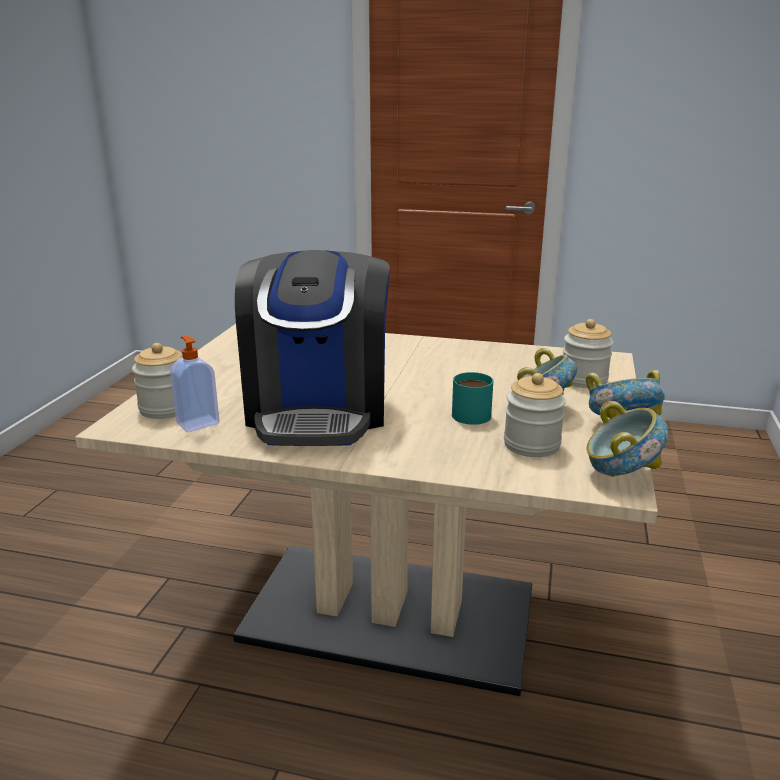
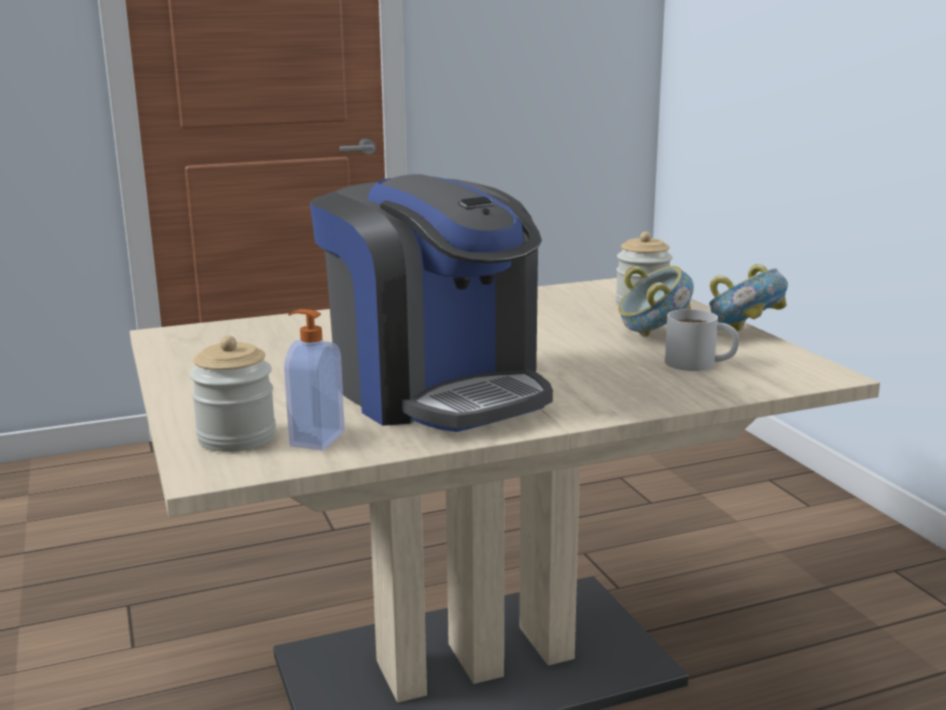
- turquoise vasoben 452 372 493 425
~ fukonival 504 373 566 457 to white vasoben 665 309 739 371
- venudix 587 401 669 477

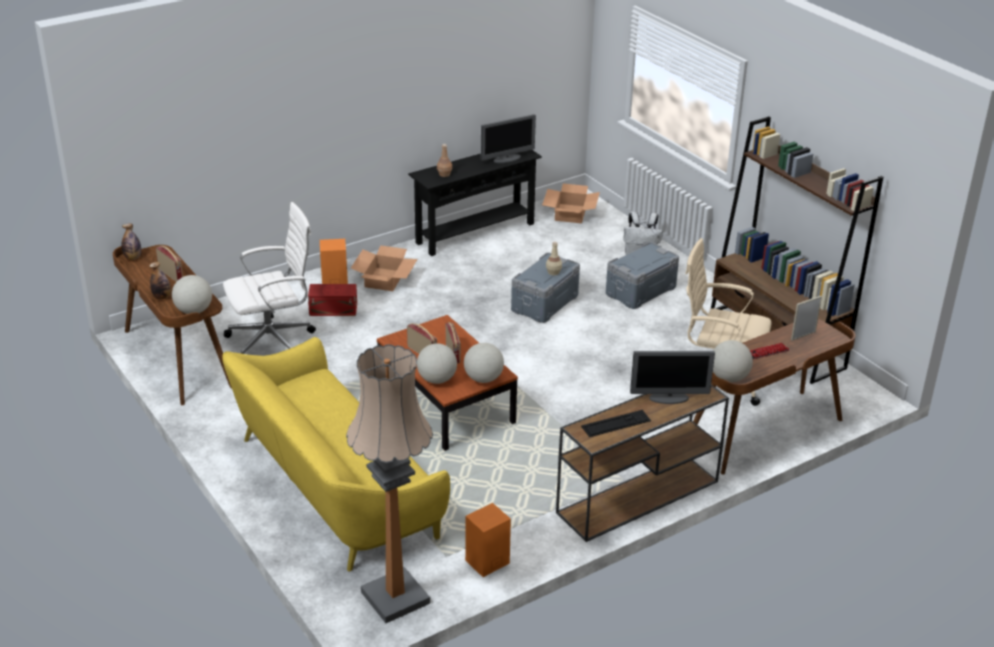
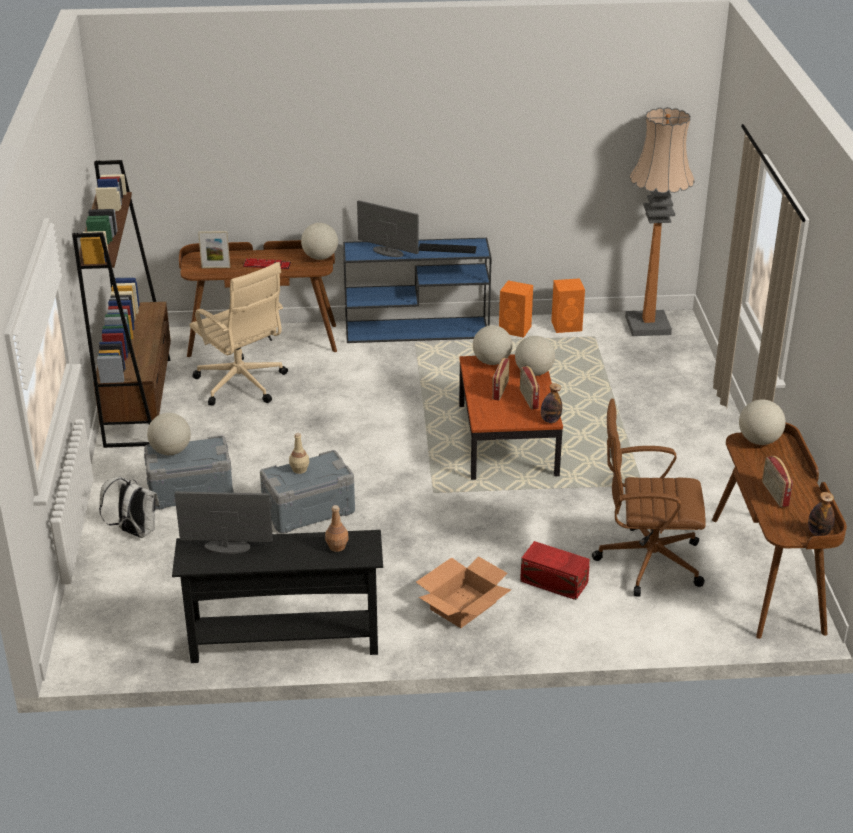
~ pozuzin 149 262 171 300 to 541 383 562 423
- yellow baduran 222 337 450 572
~ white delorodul 223 202 316 354 to brown delorodul 592 399 706 597
~ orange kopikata 320 239 348 284 to 499 280 533 338
- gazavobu 542 183 600 223
~ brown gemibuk 556 385 729 542 to blue gemibuk 343 238 492 343
+ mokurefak 147 413 191 455

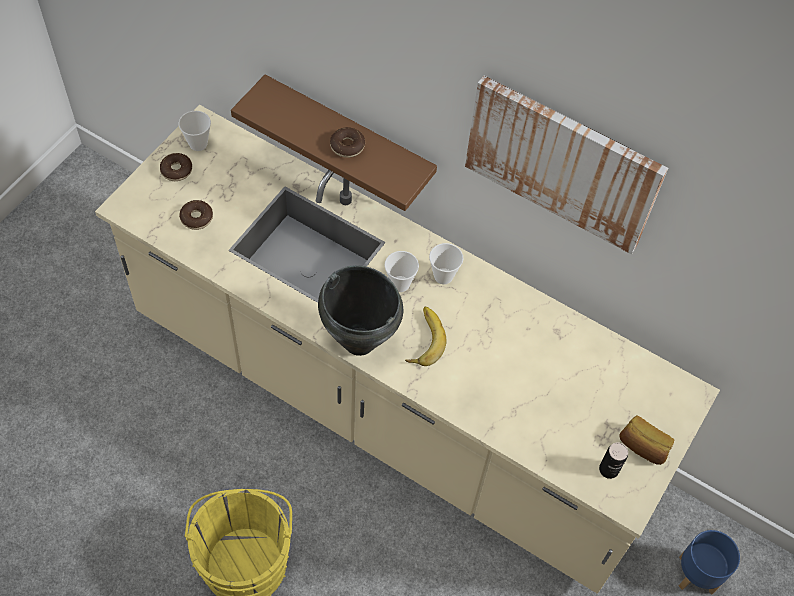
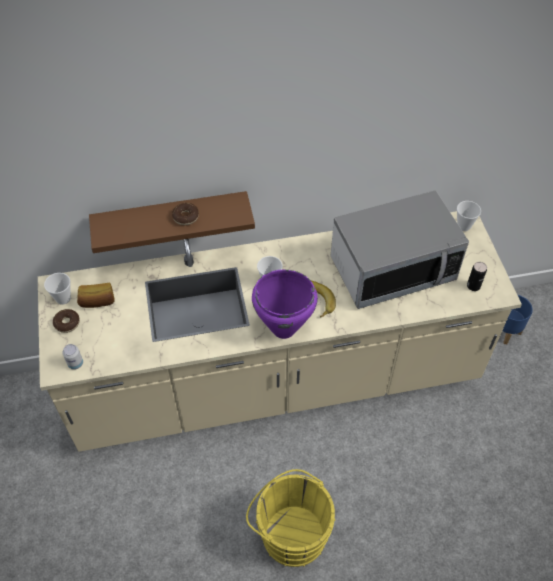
- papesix 179 200 213 230
~ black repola 318 265 403 356 to purple repola 252 270 318 339
~ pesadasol 429 243 463 284 to 457 201 481 231
- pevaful 465 76 668 254
~ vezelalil 619 415 674 465 to 77 283 115 308
+ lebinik 63 344 83 370
+ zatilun 331 190 469 309

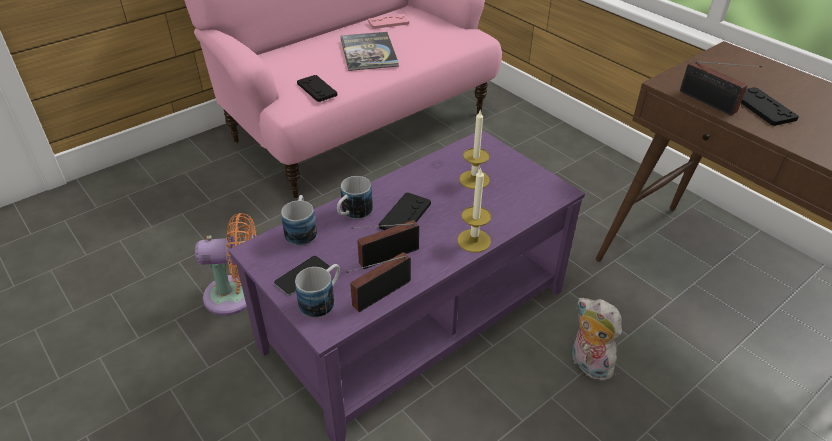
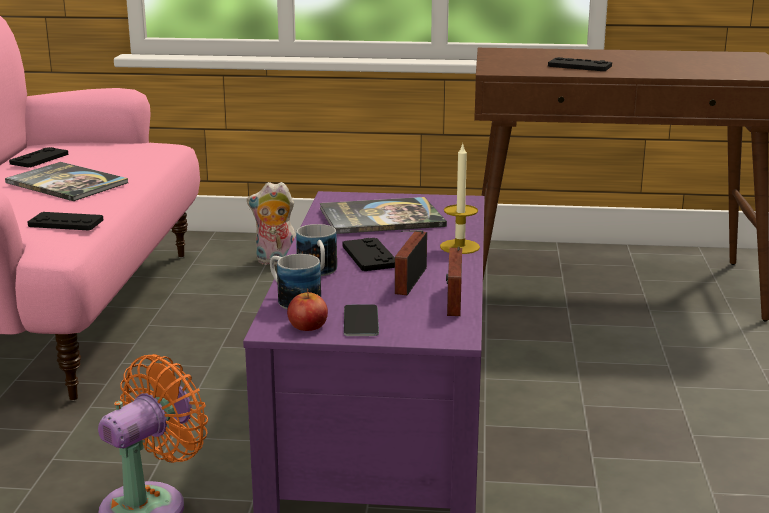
- vasoben 295 264 340 318
~ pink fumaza 368 14 409 29 to black fumaza 9 147 68 168
~ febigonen 459 110 490 189 to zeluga 320 197 447 234
~ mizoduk 572 298 622 381 to 247 182 296 266
- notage 680 61 762 115
+ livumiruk 287 289 328 331

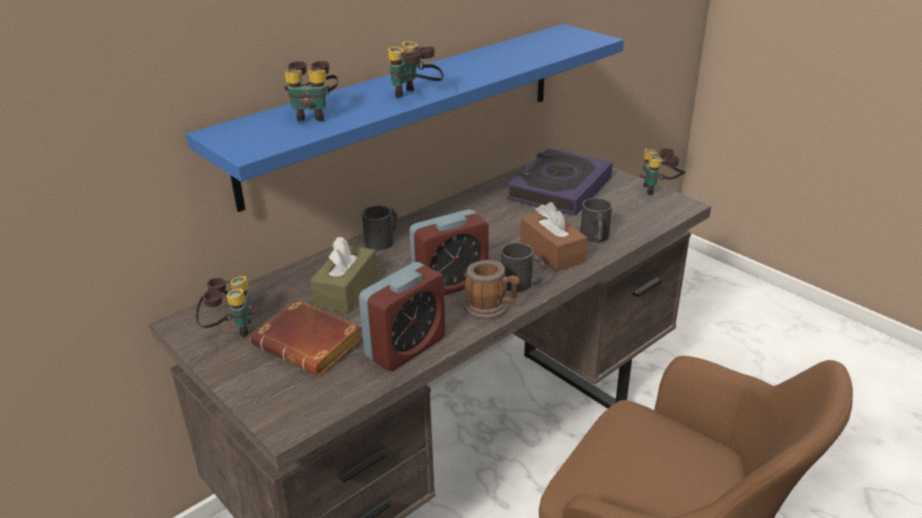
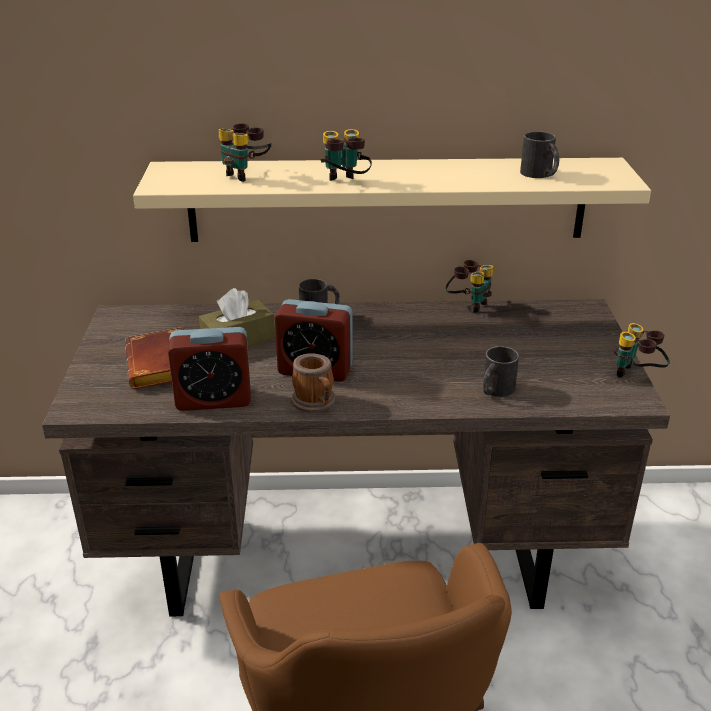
~ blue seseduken 186 24 624 212 to beige seseduken 133 158 651 242
~ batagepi 196 276 257 337 to 445 260 493 313
~ black vasoben 501 242 546 292 to 520 131 559 178
- zeluga 506 149 613 216
- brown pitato 520 202 587 272

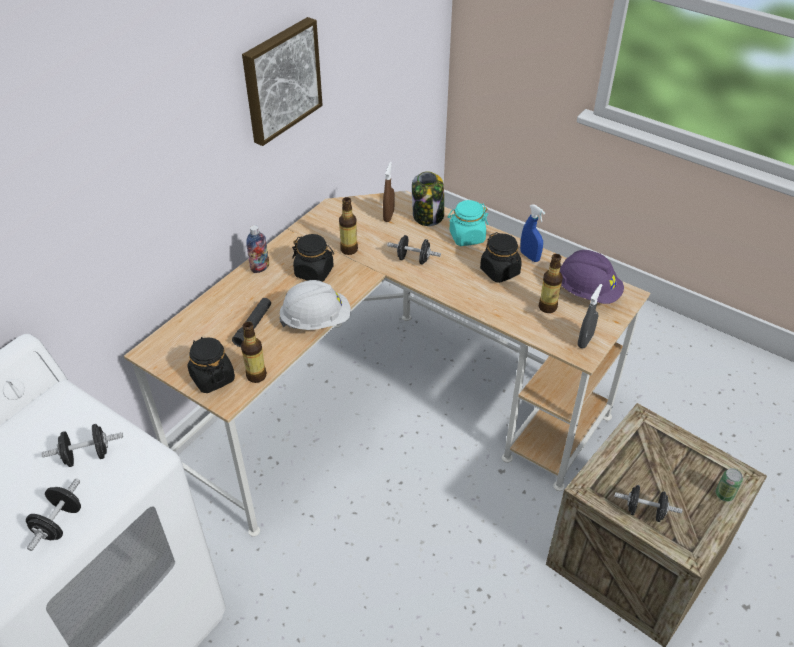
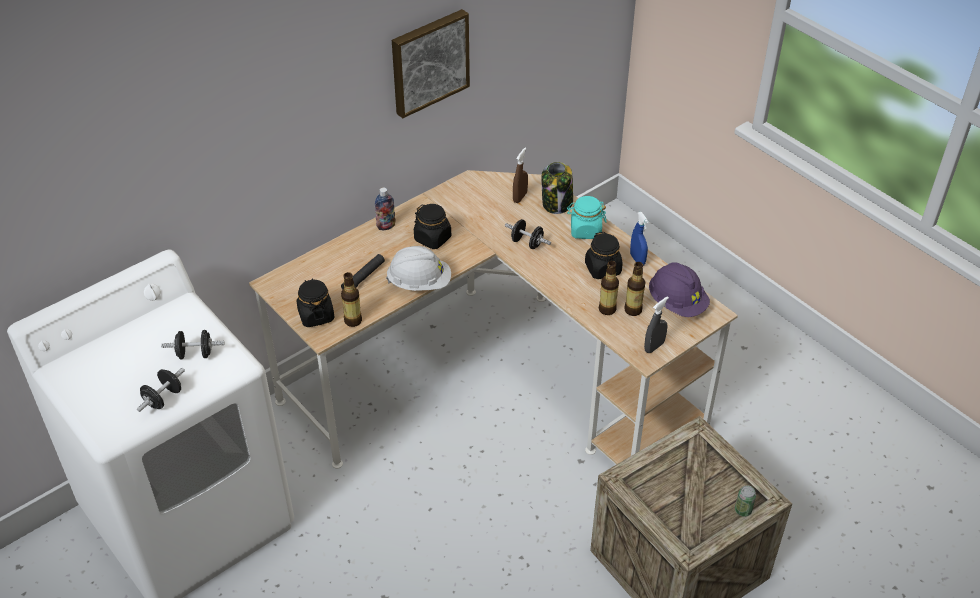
~ pozuzin 339 197 358 255 to 599 261 619 315
- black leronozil 614 485 683 522

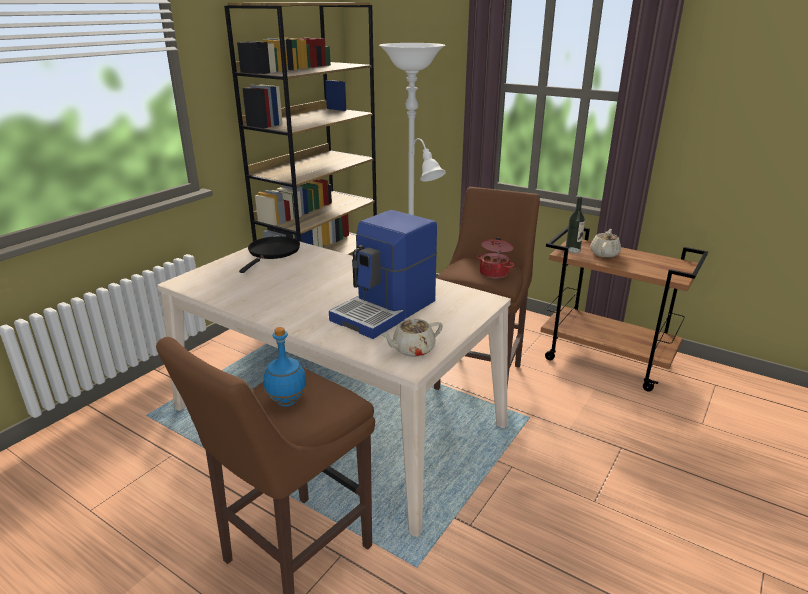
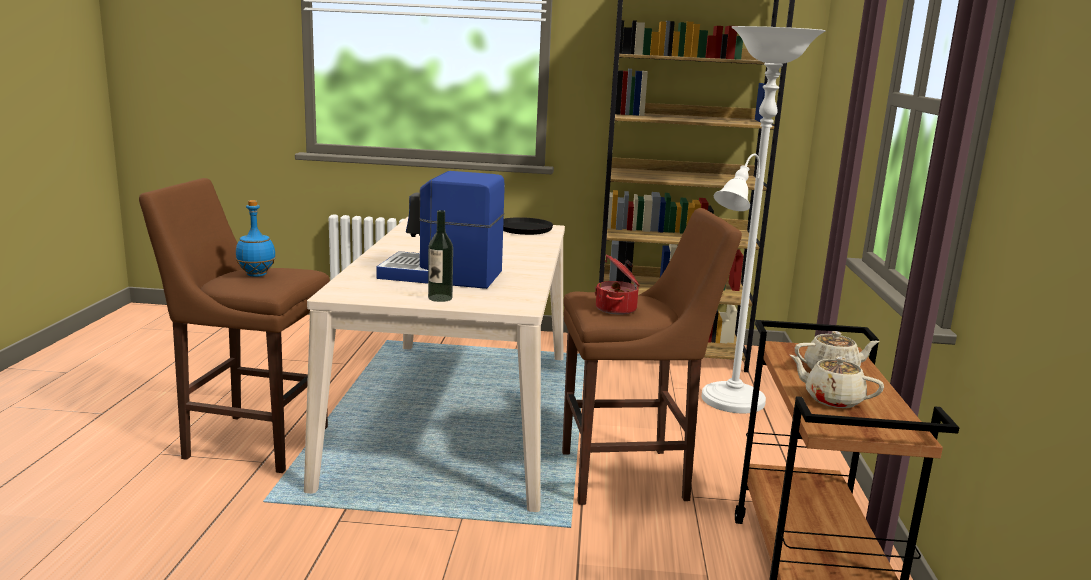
~ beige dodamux 380 318 443 357 to 790 355 884 408
~ pozuzin 566 197 585 253 to 428 210 453 302

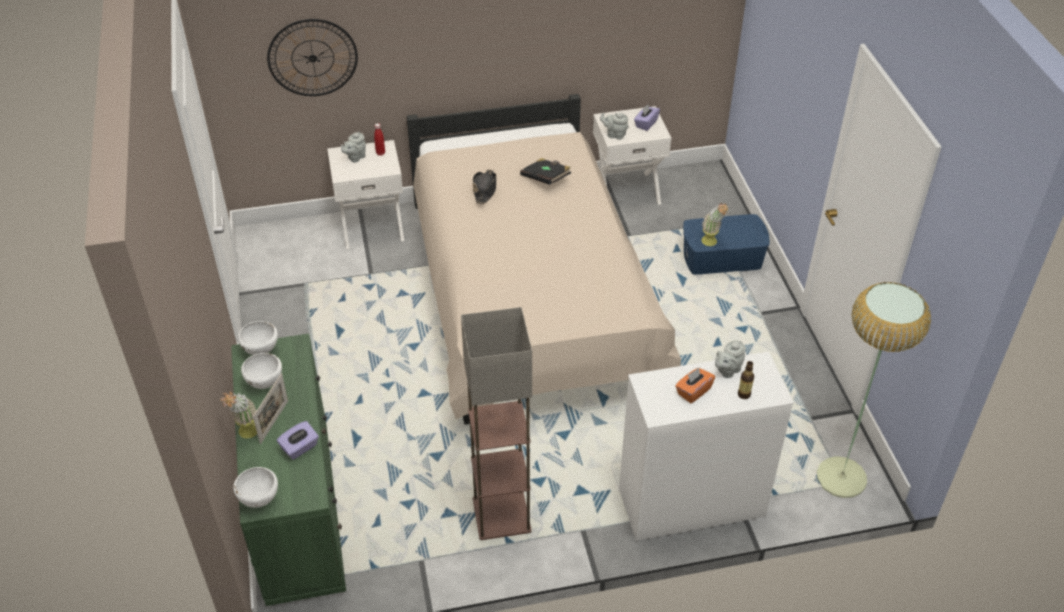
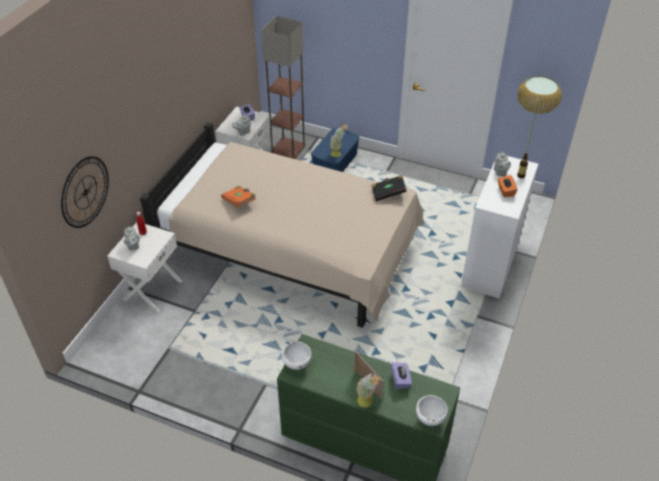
- white venudix 241 353 282 389
~ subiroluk 461 307 532 540 to 262 16 306 159
~ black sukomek 473 169 496 204 to orange zeluga 221 186 256 207
~ black zeluga 520 158 571 185 to 371 175 407 201

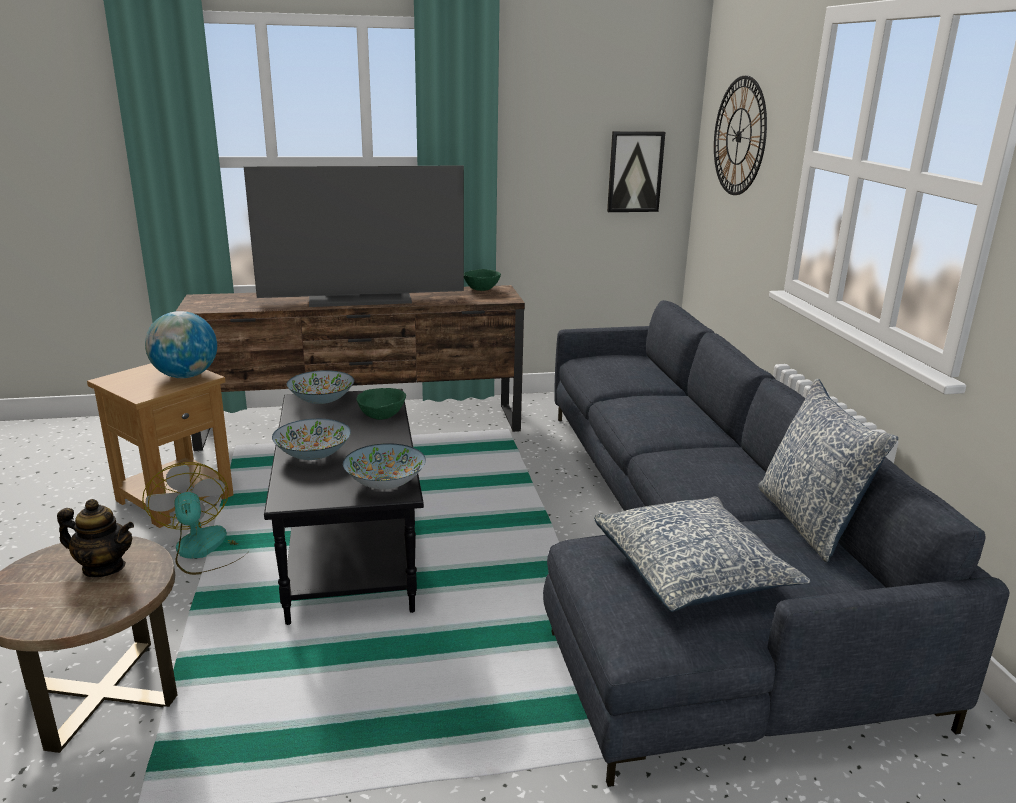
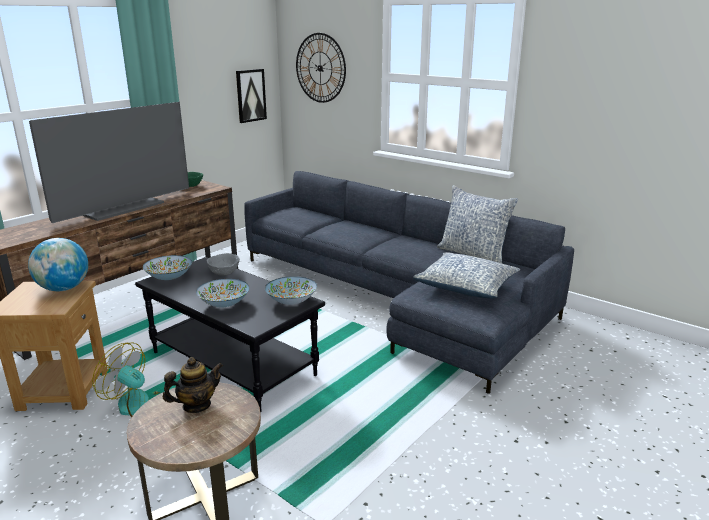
~ green venudix 357 388 406 420 to grey venudix 207 253 240 276

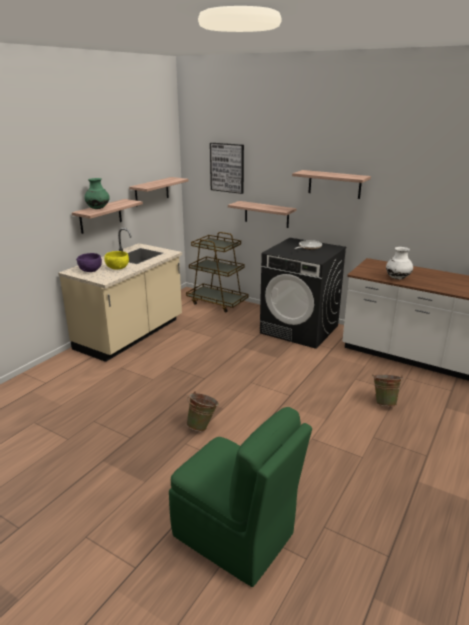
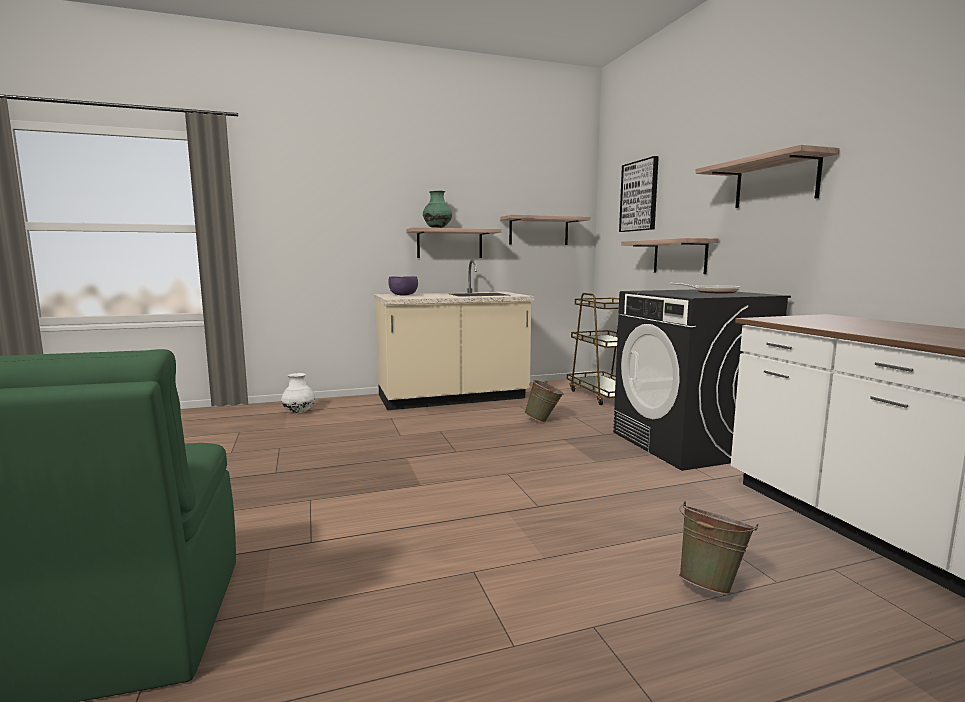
- yellow venudix 104 251 129 269
~ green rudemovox 186 391 219 431 to 524 380 564 422
~ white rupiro 386 247 413 279 to 281 373 315 413

